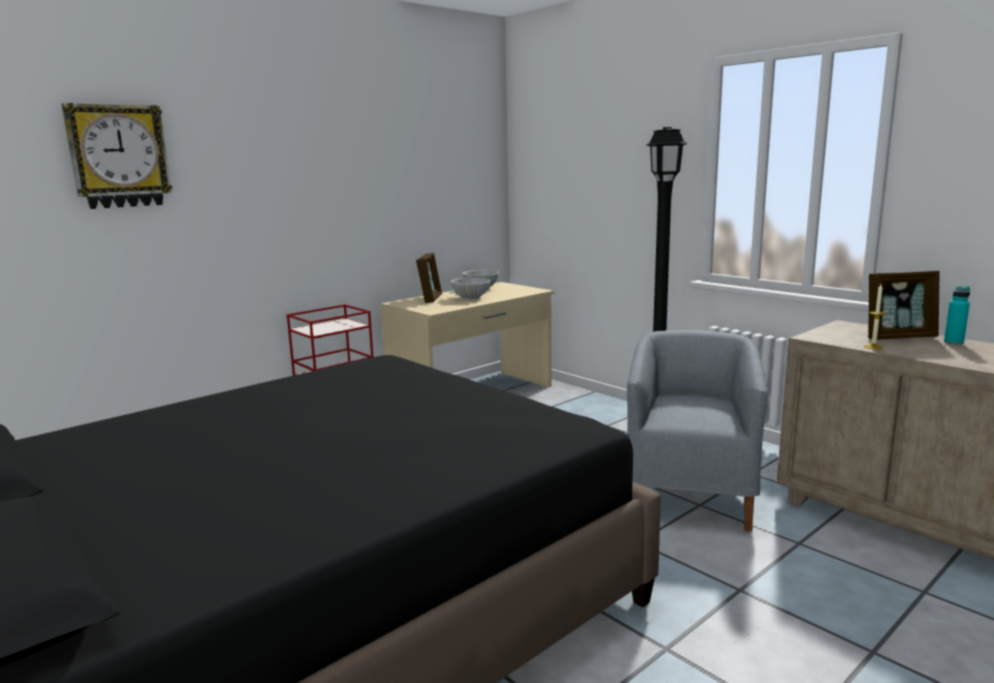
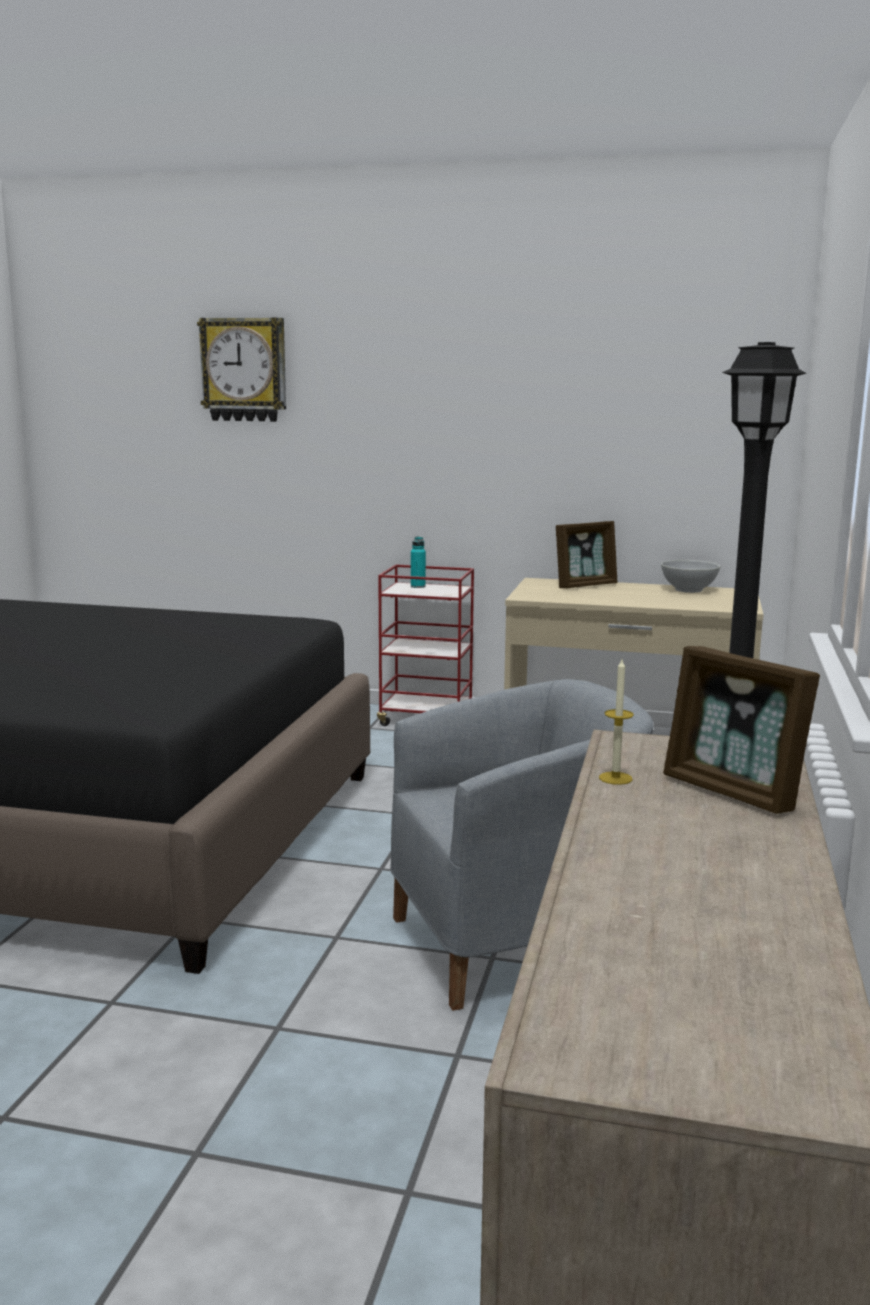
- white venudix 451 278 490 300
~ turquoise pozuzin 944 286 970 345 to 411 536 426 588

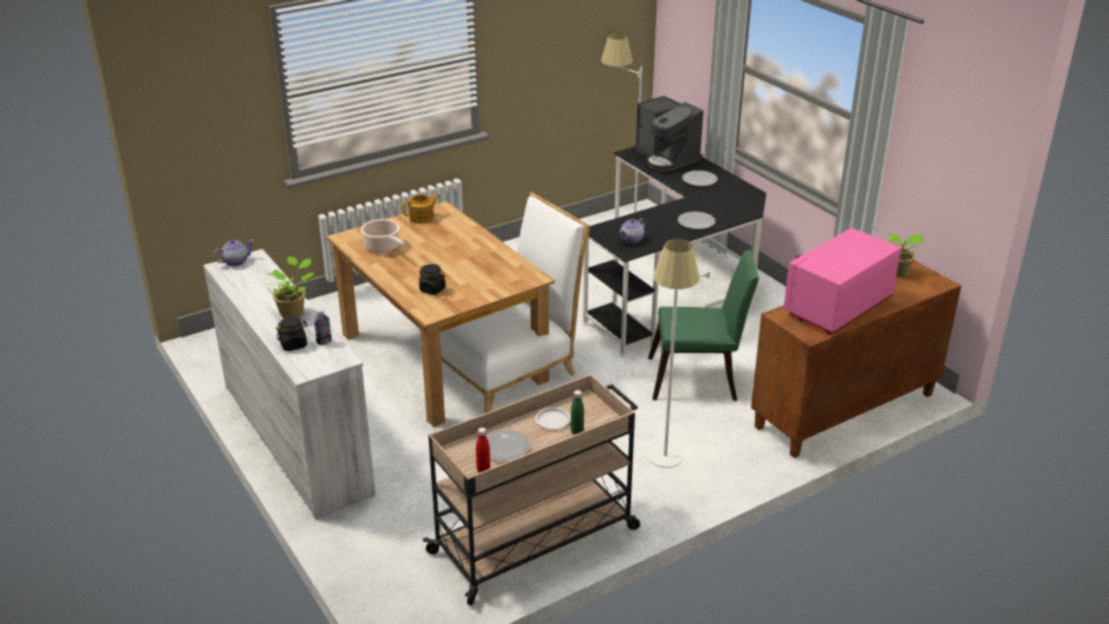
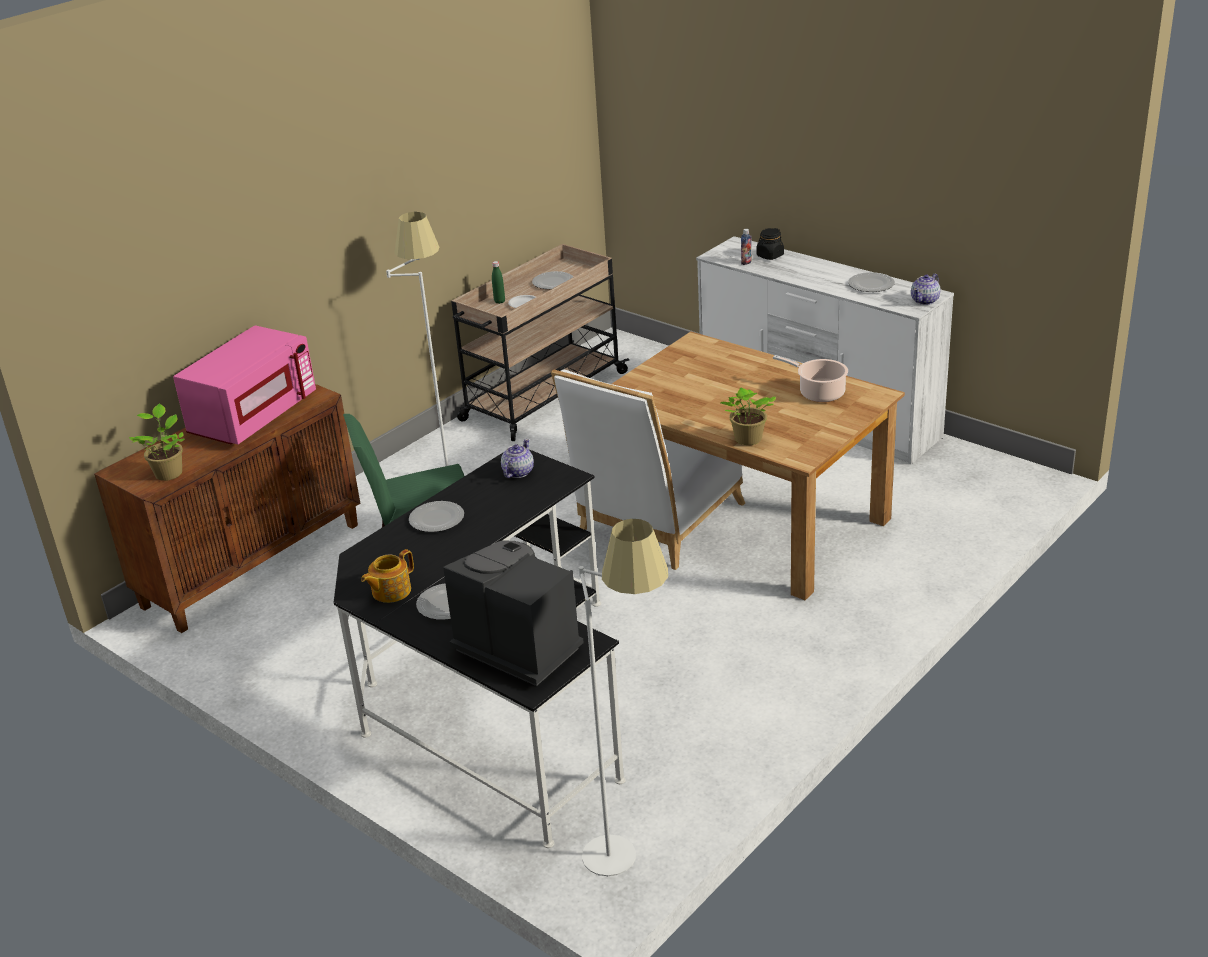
~ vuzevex 267 257 315 318 to 721 387 776 445
~ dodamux 403 194 439 224 to 361 549 414 603
- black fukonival 419 264 446 295
- red pozuzin 476 427 491 473
+ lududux 848 272 895 292

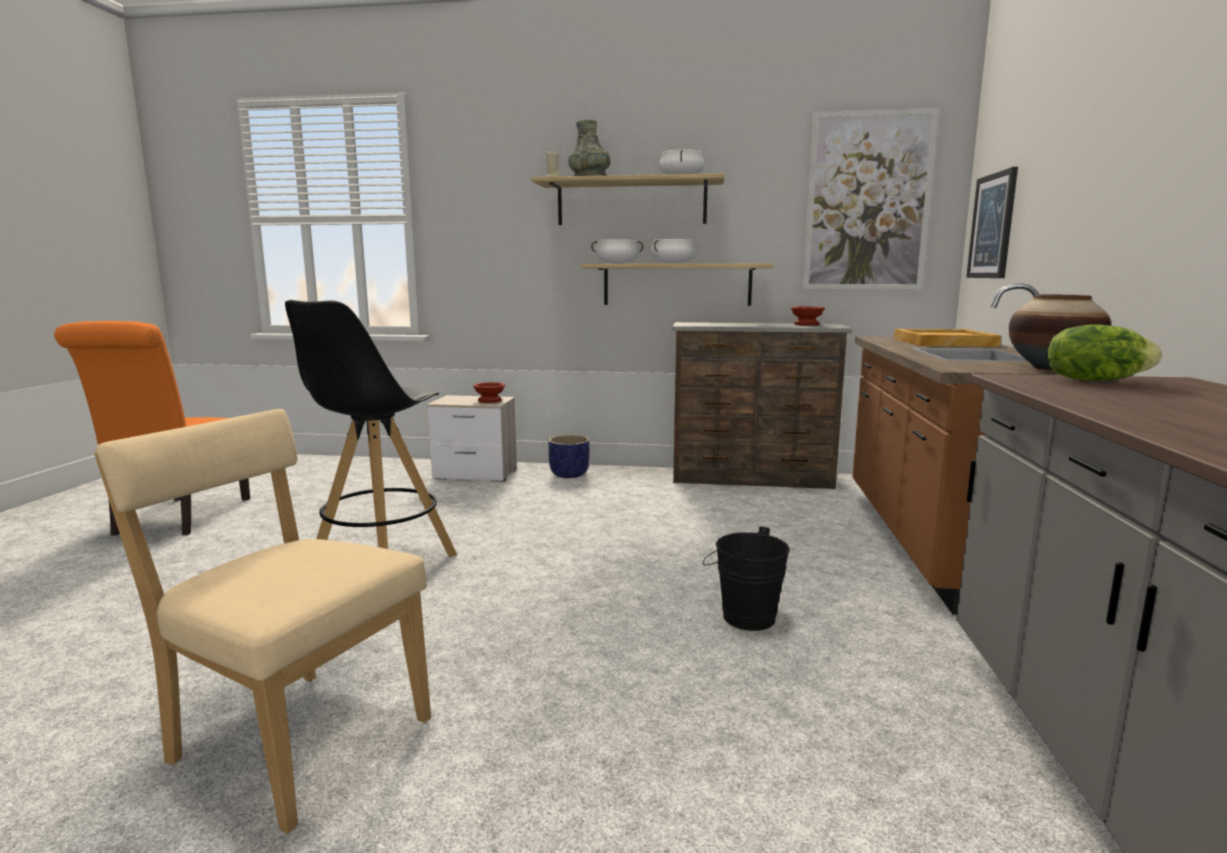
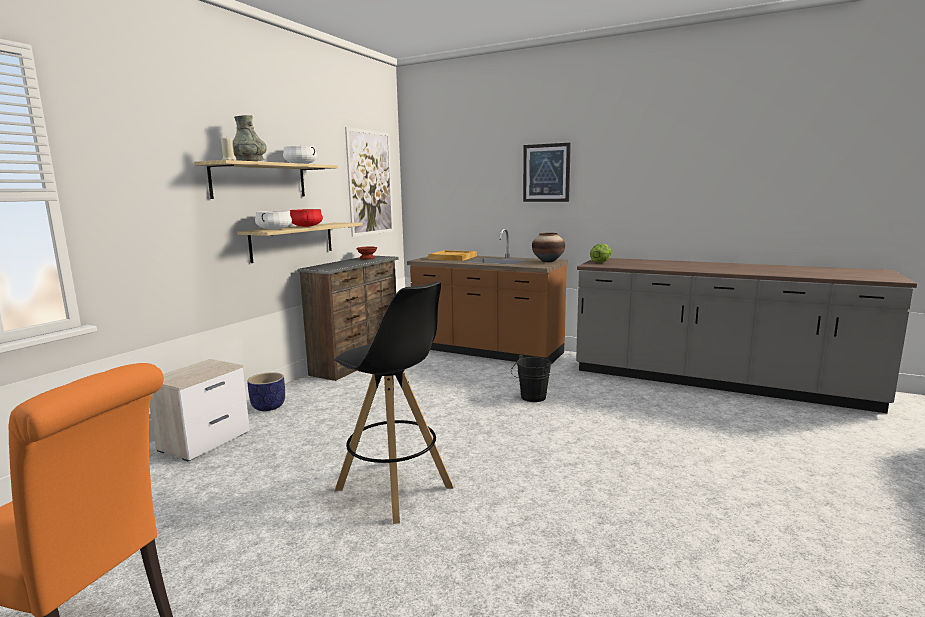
- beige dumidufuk 94 409 431 834
- brown venudix 473 382 505 403
~ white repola 651 239 696 264 to red repola 290 209 323 227
~ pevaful 966 167 1018 278 to 523 143 571 202

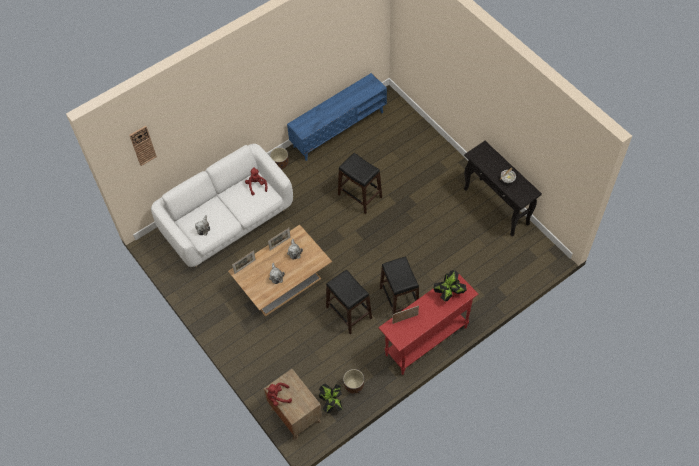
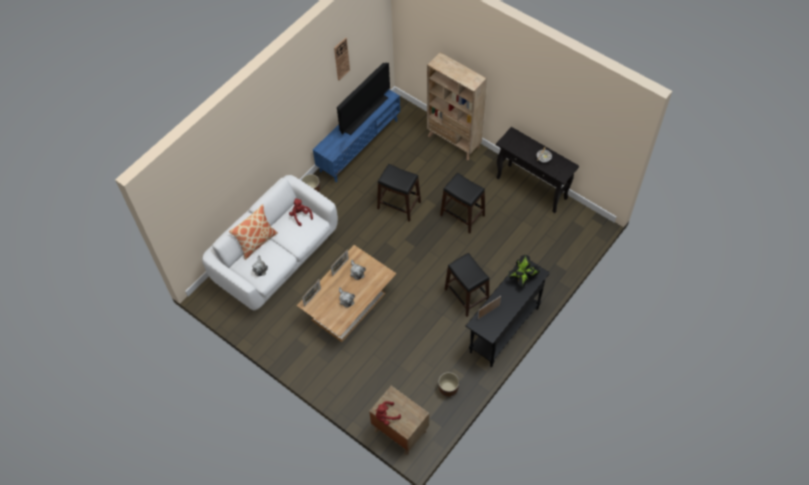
~ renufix 129 126 157 166 to 334 37 350 80
- vuzevex 319 384 343 413
~ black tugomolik 326 270 372 334 to 440 173 485 233
~ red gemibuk 378 274 478 375 to black gemibuk 466 260 550 367
+ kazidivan 229 204 277 260
+ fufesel 337 62 390 135
+ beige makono 427 52 487 160

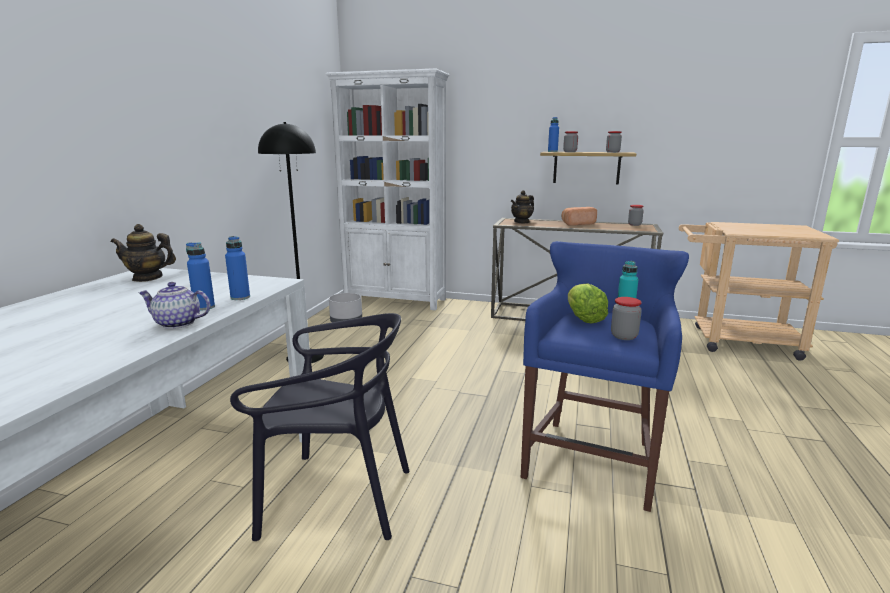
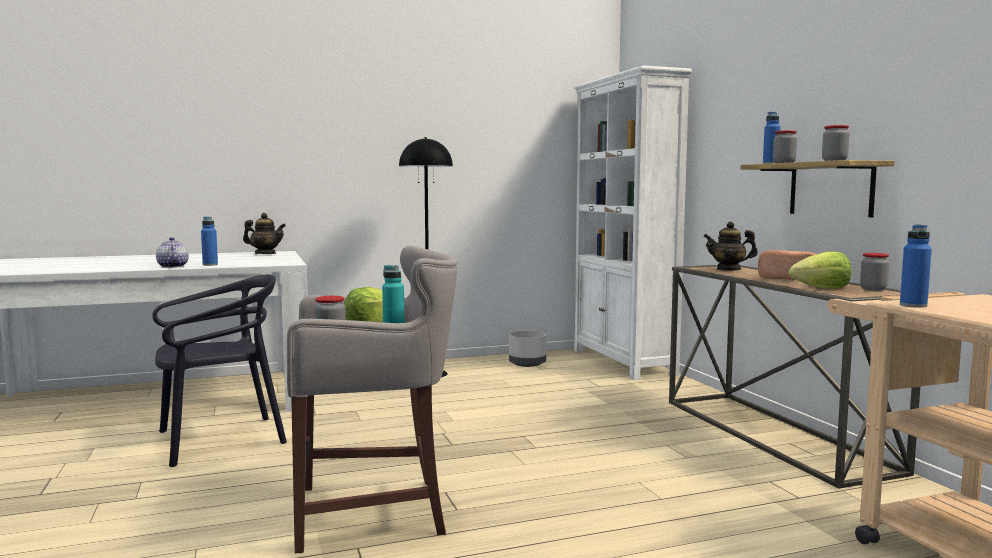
~ dodamux 111 224 176 282 = 243 213 286 254 135 degrees clockwise
~ blue pozuzin 225 236 250 300 to 900 225 932 308
~ black dumidufuk 230 313 410 541 = 152 275 287 467 90 degrees counterclockwise
~ blue tugomolik 521 241 689 512 to grey tugomolik 287 246 457 553
+ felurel 789 251 851 289

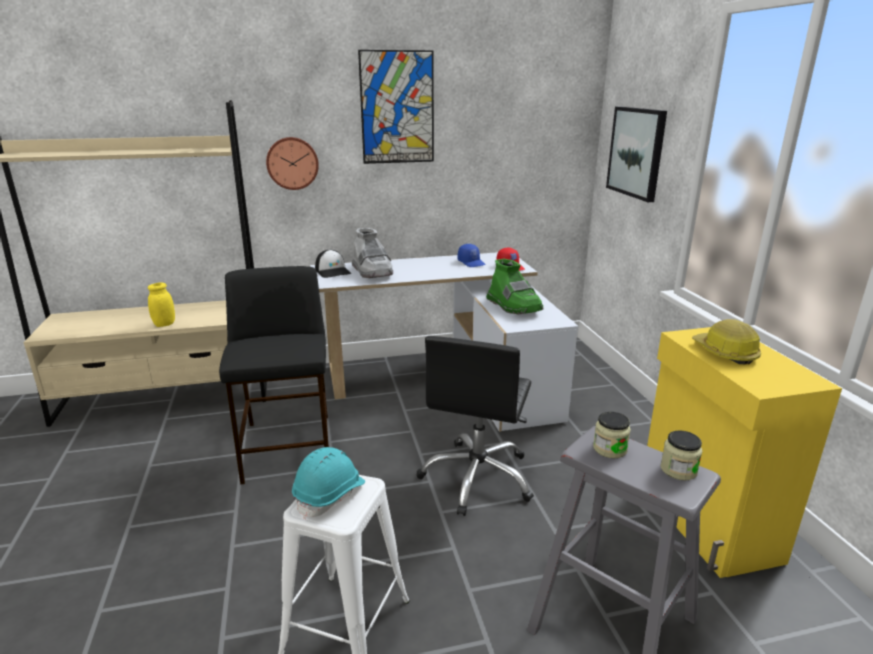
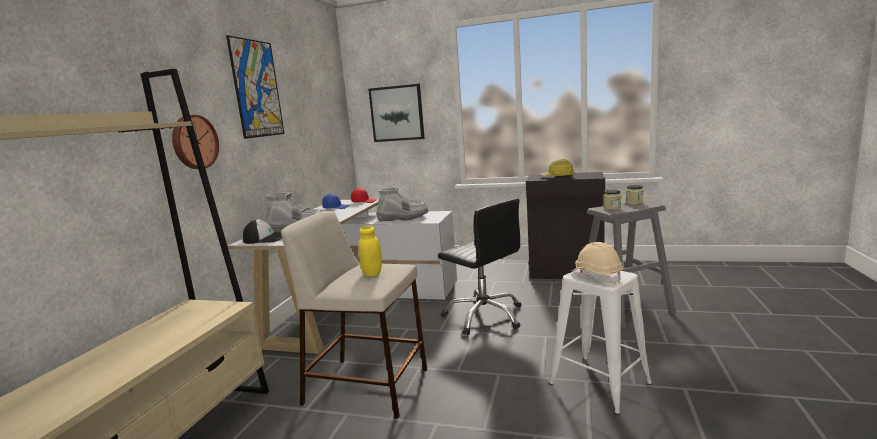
~ yellow fukonival 148 283 175 327 to 359 226 382 277
~ black tugomolik 219 266 329 484 to beige tugomolik 281 211 428 419
~ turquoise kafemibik 292 447 365 519 to beige kafemibik 572 242 623 283
~ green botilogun 486 259 544 314 to grey botilogun 376 188 429 221
~ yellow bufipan 647 327 842 578 to black bufipan 526 172 605 279

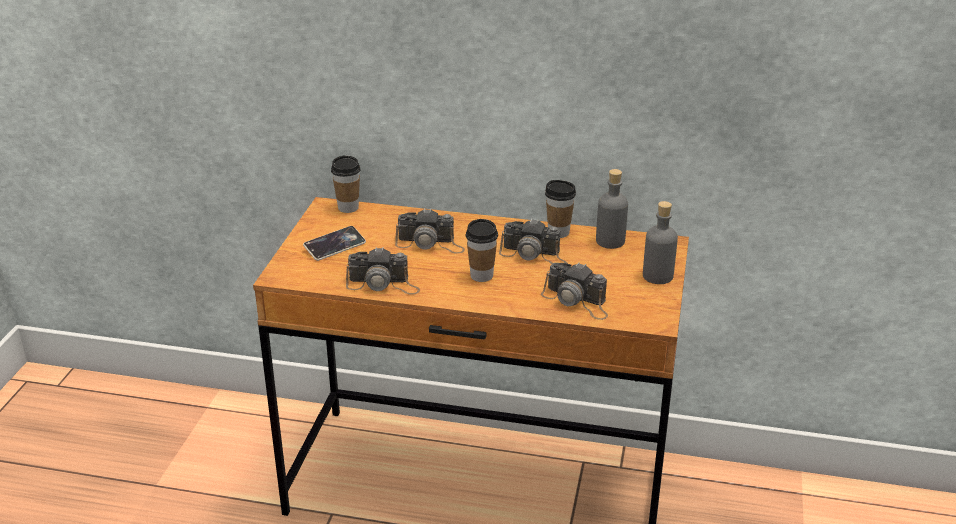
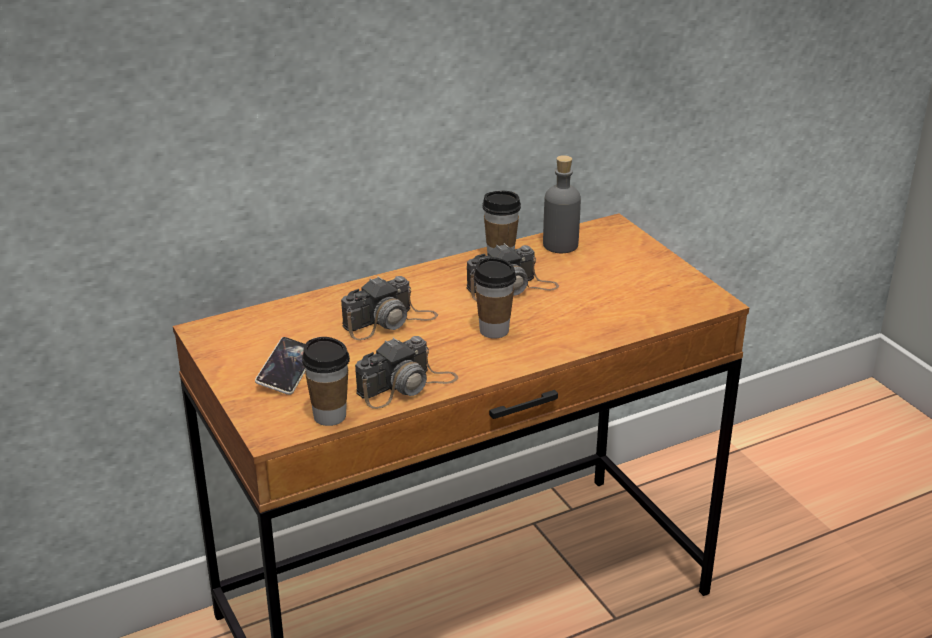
~ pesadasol 331 155 361 213 to 302 337 350 426
- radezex 541 262 608 320
- grey pozuzin 643 201 678 284

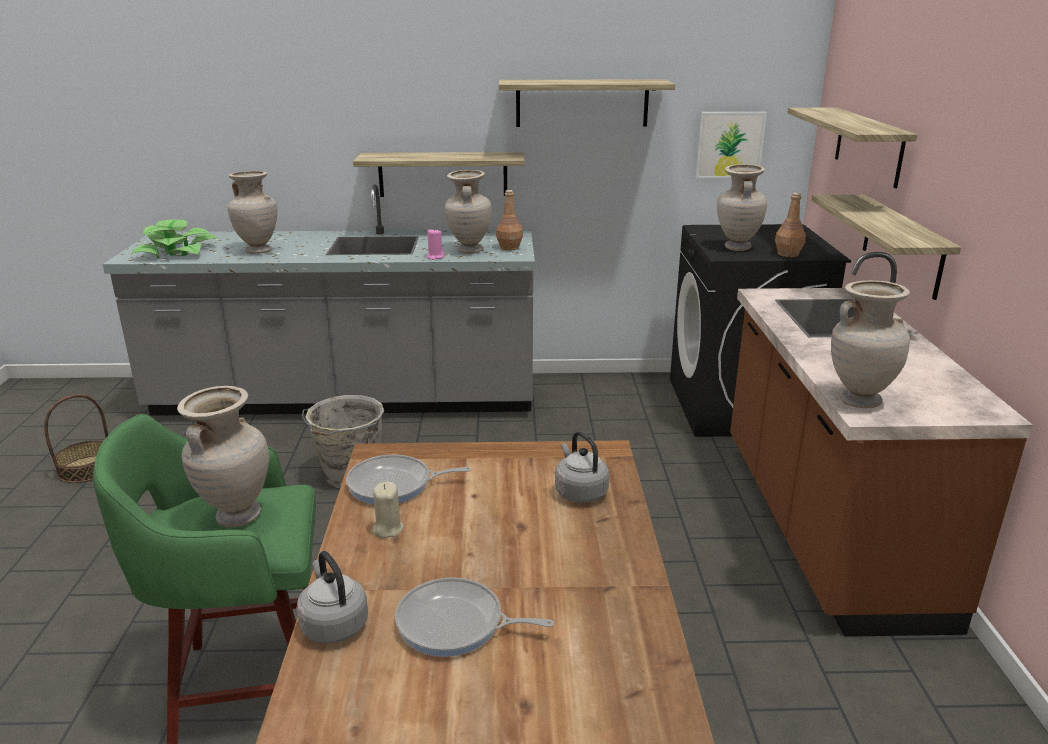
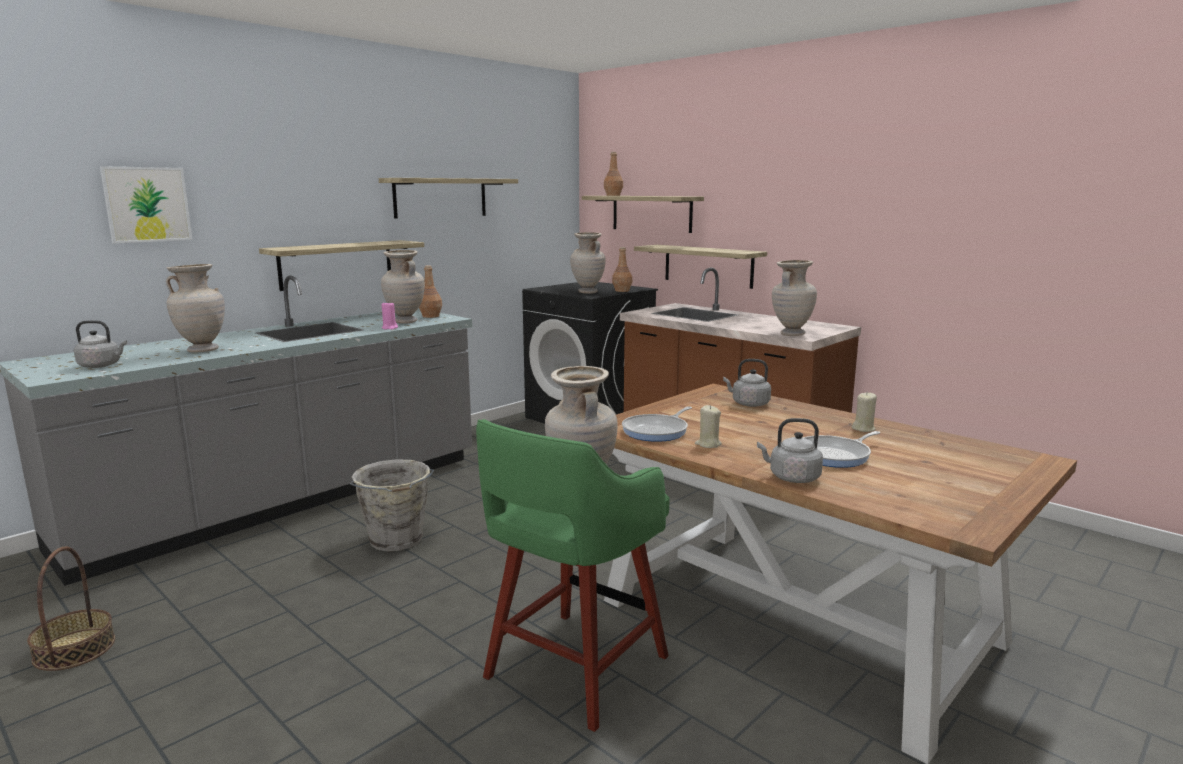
~ vuzevex 131 219 218 258 to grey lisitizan 74 320 127 368
~ pevaful 696 112 767 178 to 100 166 192 243
+ brown pozuzin 604 152 623 196
+ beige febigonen 851 392 877 432

